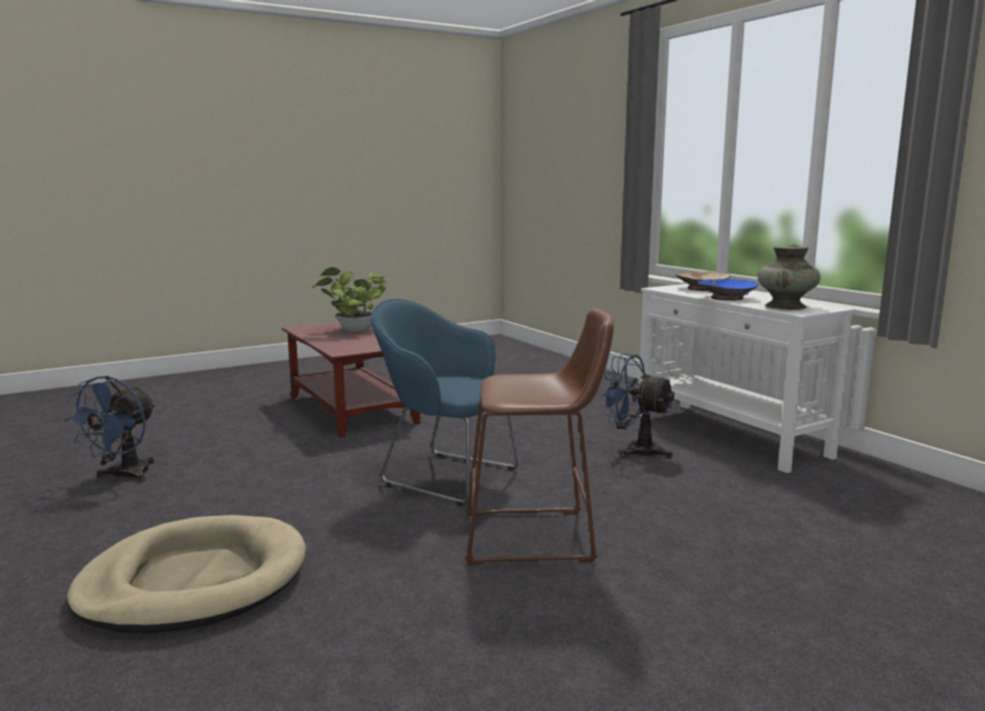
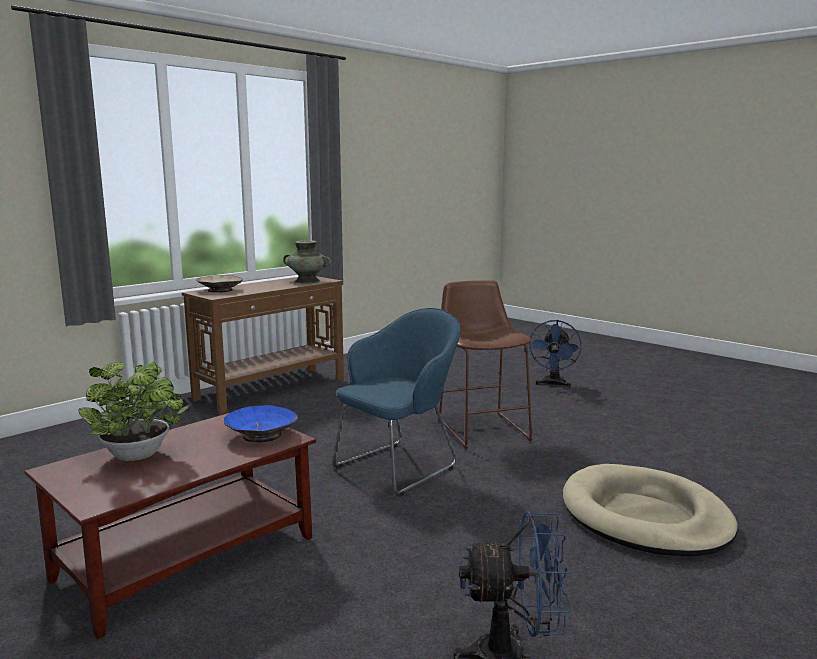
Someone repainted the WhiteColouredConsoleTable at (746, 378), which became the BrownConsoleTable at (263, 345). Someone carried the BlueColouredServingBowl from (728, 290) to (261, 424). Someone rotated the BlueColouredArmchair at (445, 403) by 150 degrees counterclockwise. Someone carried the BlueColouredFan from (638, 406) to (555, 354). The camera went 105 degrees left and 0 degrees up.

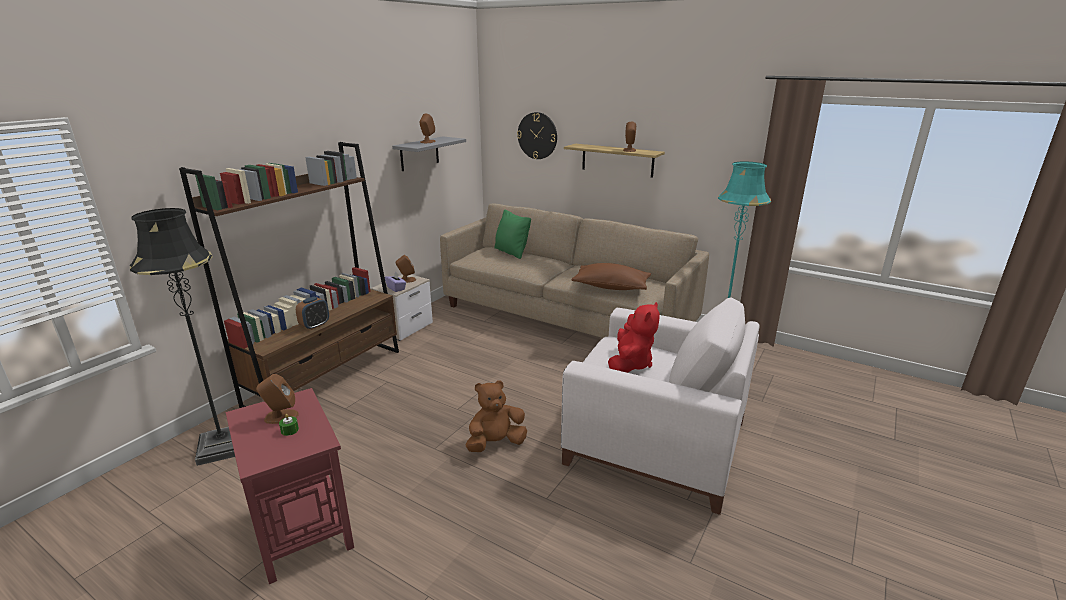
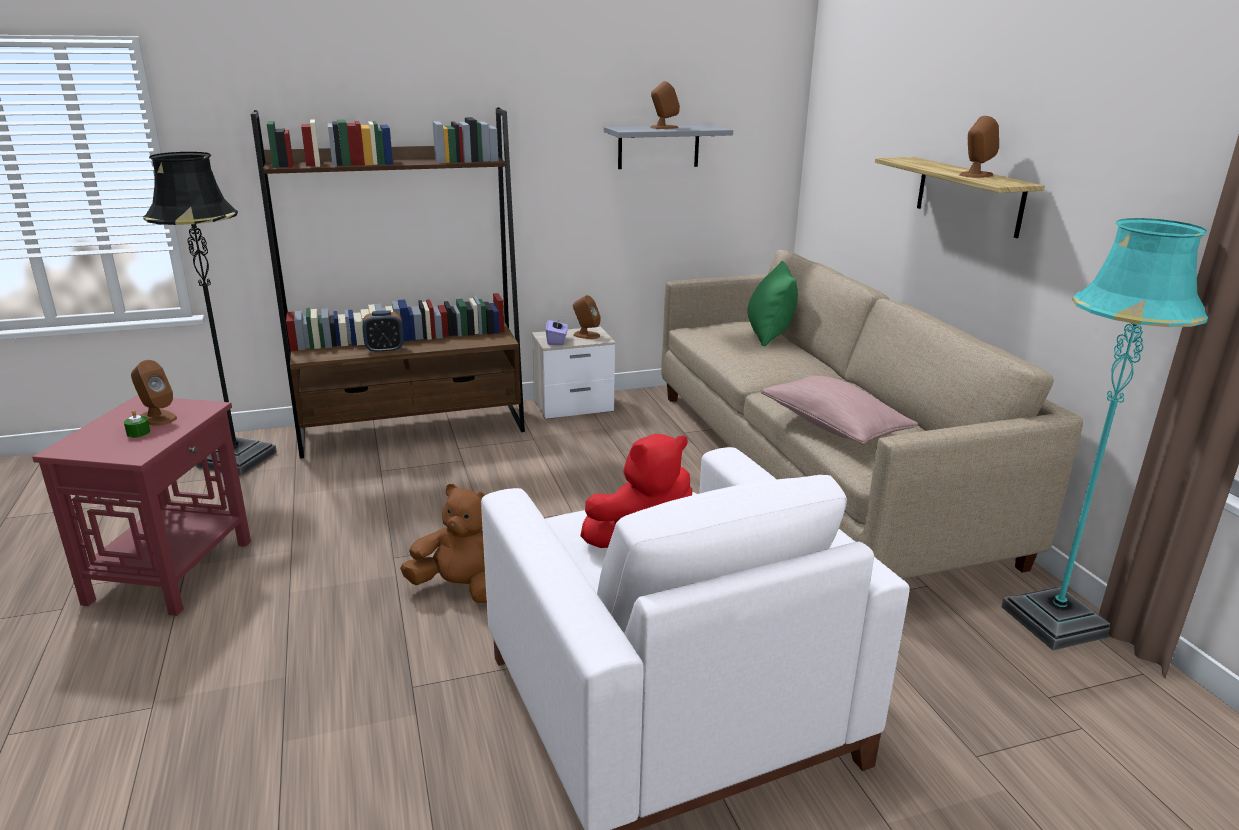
Someone repainted the BrownCushion at (611, 276), which became the PinkishCushion at (839, 410). Someone took away the WallClock at (537, 135). The camera went 40 degrees right and 0 degrees up.

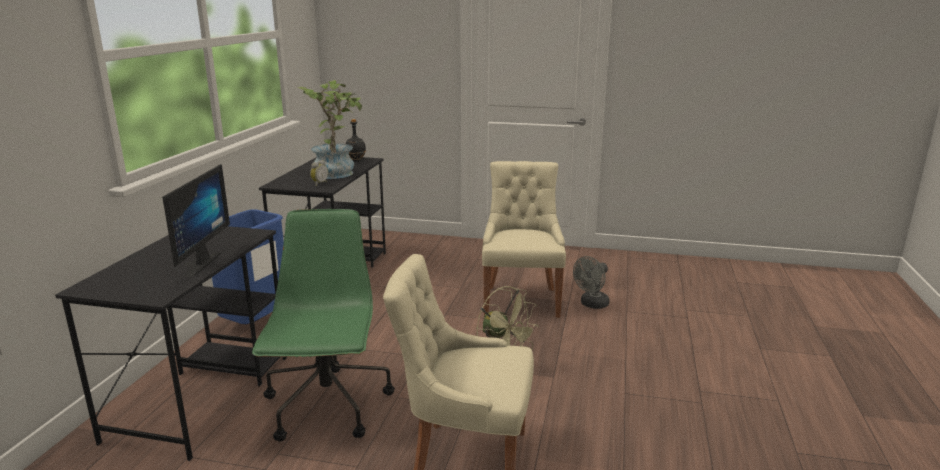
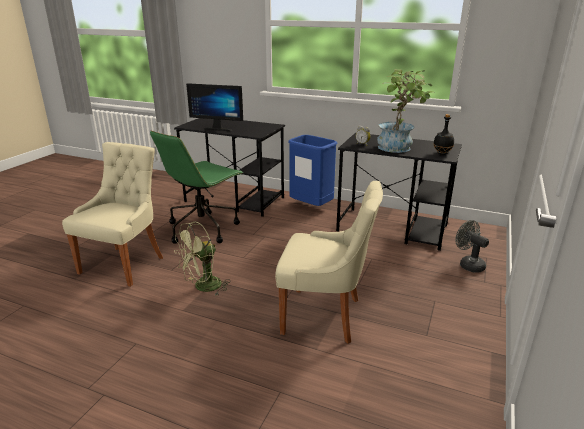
Someone rotated the GreenDeskChair at (323, 325) by 120 degrees clockwise. Someone carried the GreyishFan from (591, 282) to (472, 246). The camera went 100 degrees right and 5 degrees up.

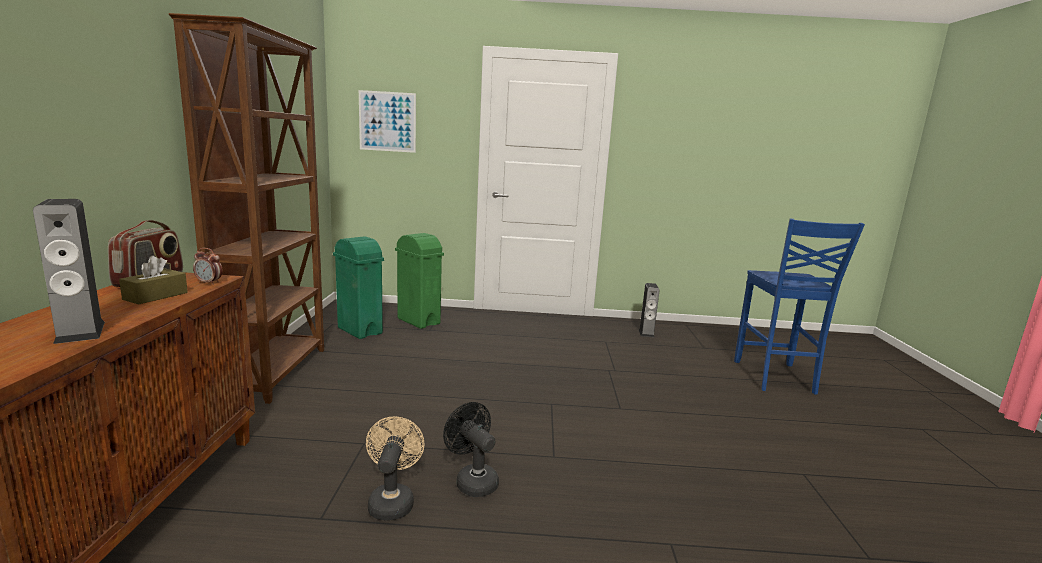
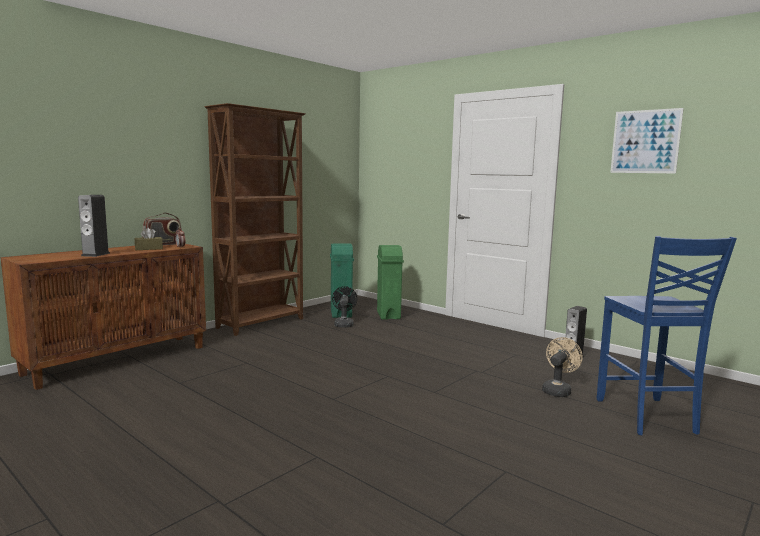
Someone carried the BlackColouredFan from (471, 449) to (344, 307). Someone carried the SandColouredFan from (395, 468) to (562, 367). Someone rotated the BlueColouredUprightChair at (799, 307) by 45 degrees counterclockwise. Someone carried the WallArt from (387, 121) to (647, 140). The camera went 40 degrees right and 5 degrees down.

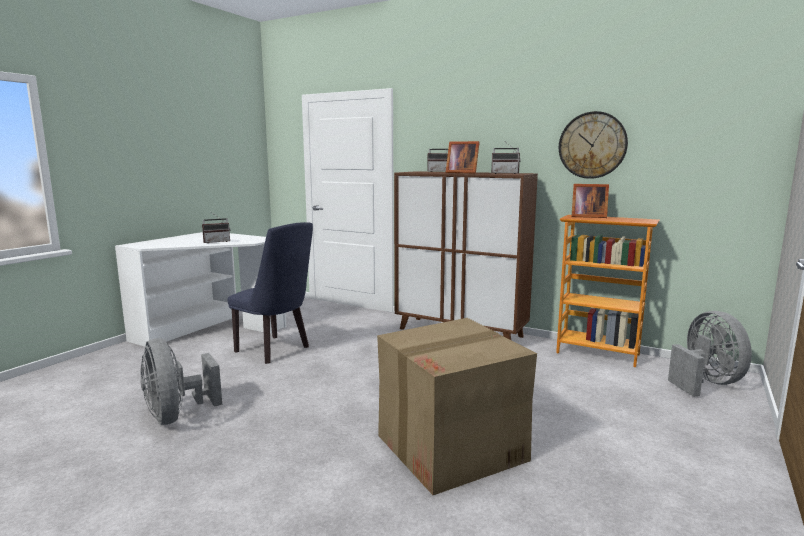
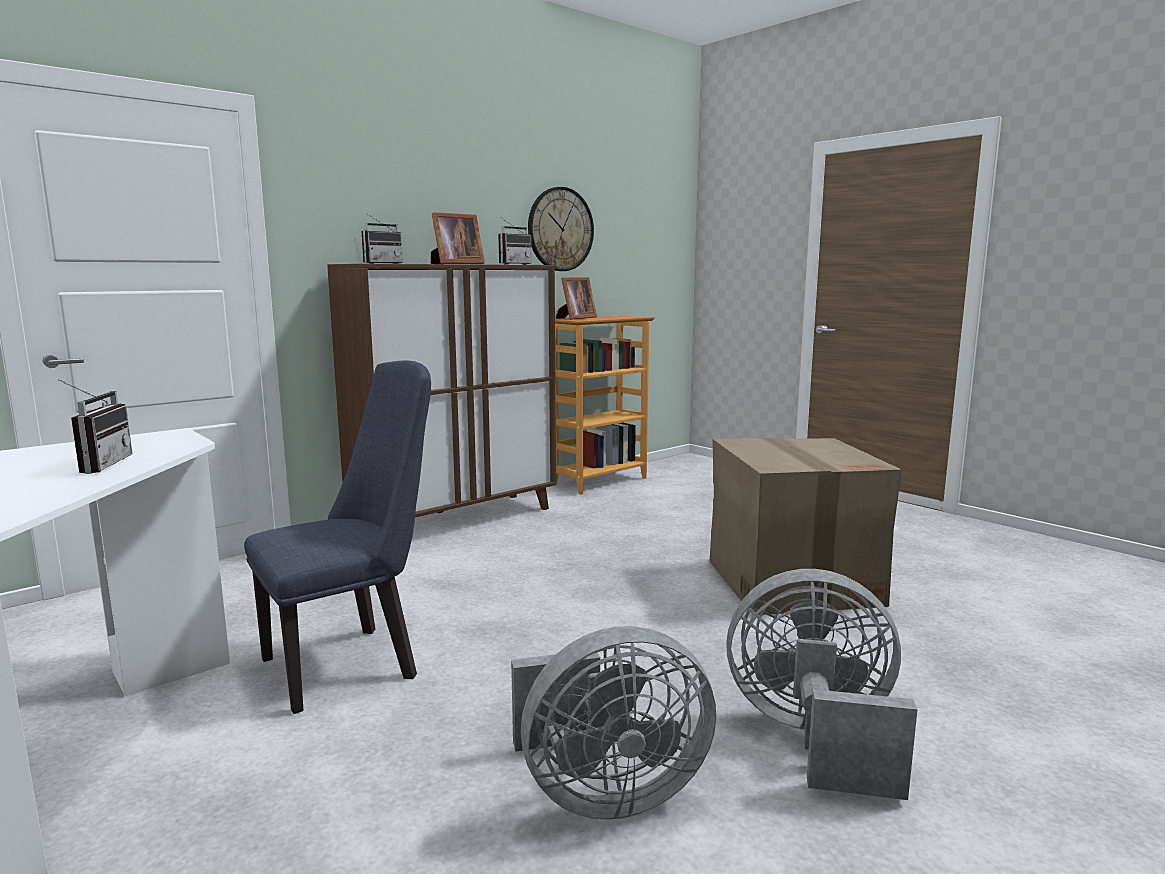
Someone carried the GreyishFan from (710, 354) to (822, 684). The camera went 70 degrees left and 0 degrees up.

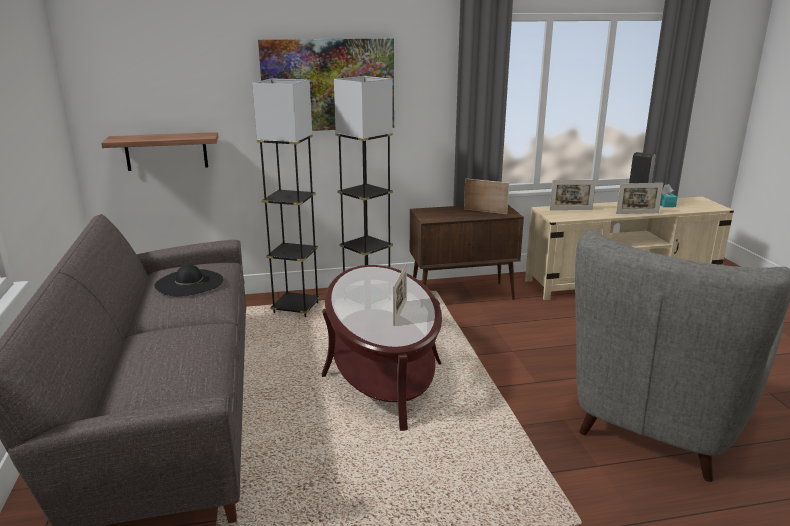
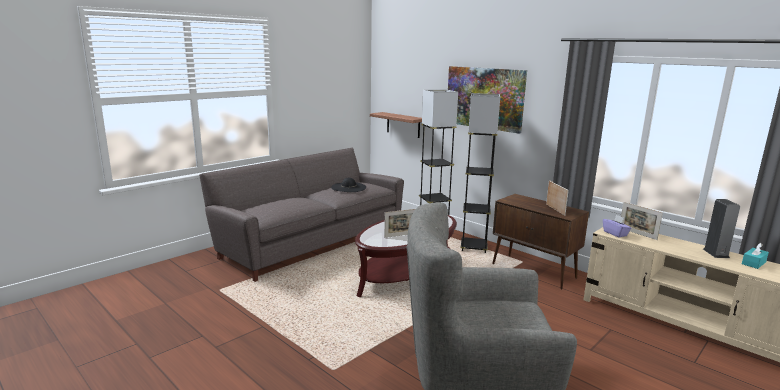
Someone put down the PurplishTissueHolder at (617, 226). Someone took away the PhotoFrame at (639, 198). The camera went 55 degrees right and 5 degrees down.

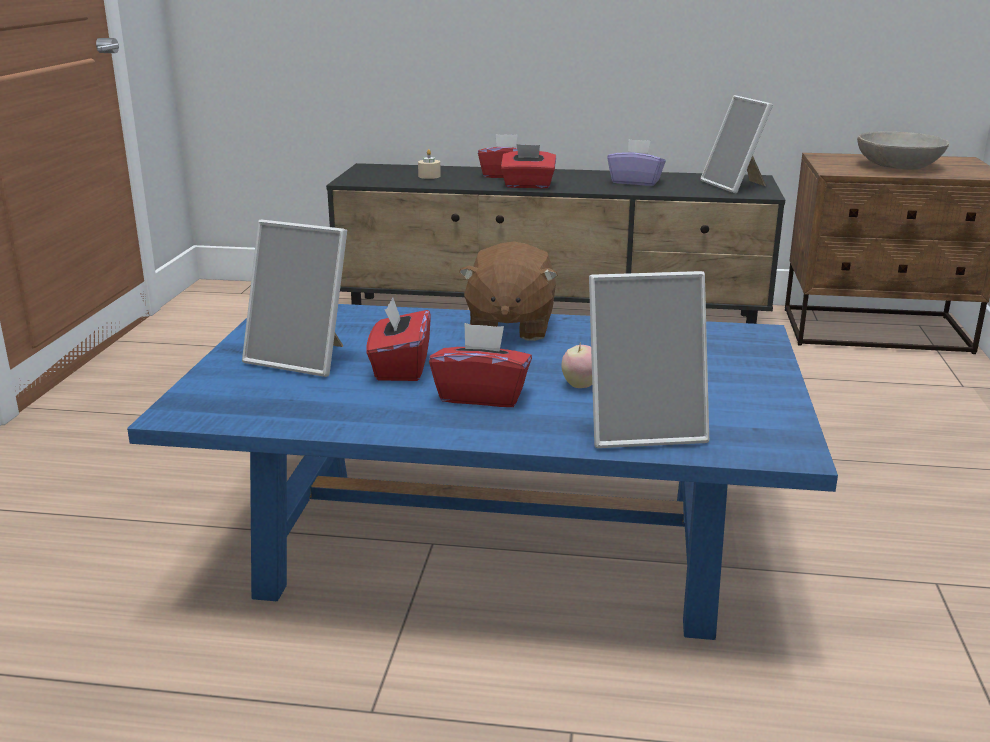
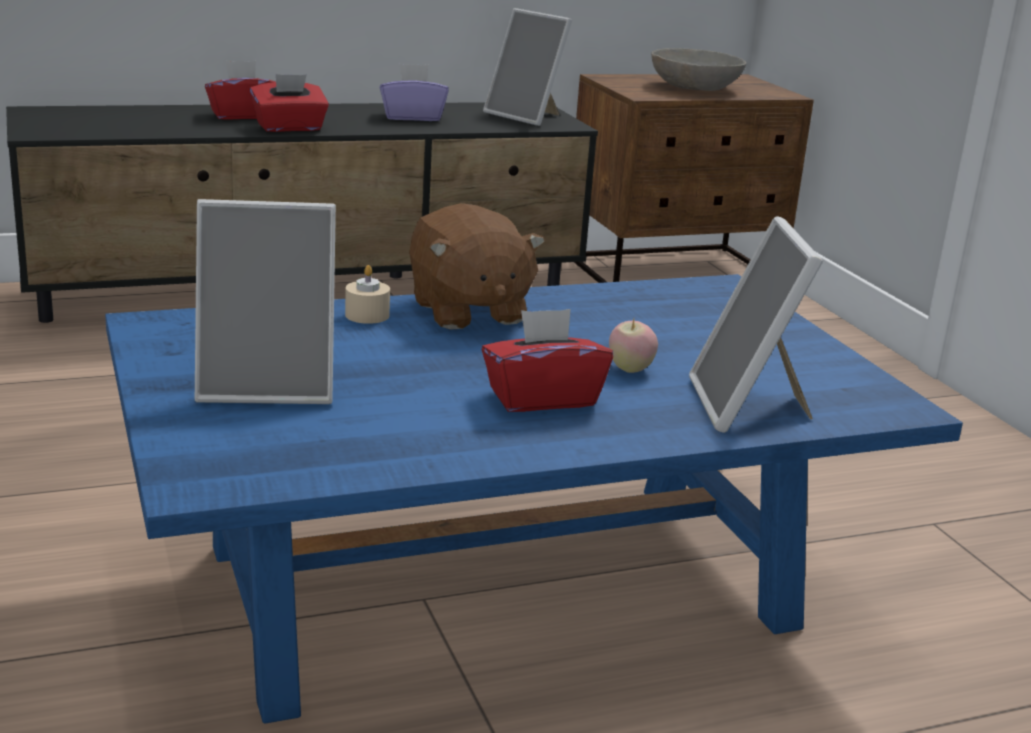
Someone carried the SandColouredWaxCandle from (429, 164) to (367, 294). Someone rotated the PhotoFrame at (649, 359) by 120 degrees clockwise. Someone took away the RedColouredTissueHolder at (399, 339). The camera went 30 degrees left and 0 degrees up.

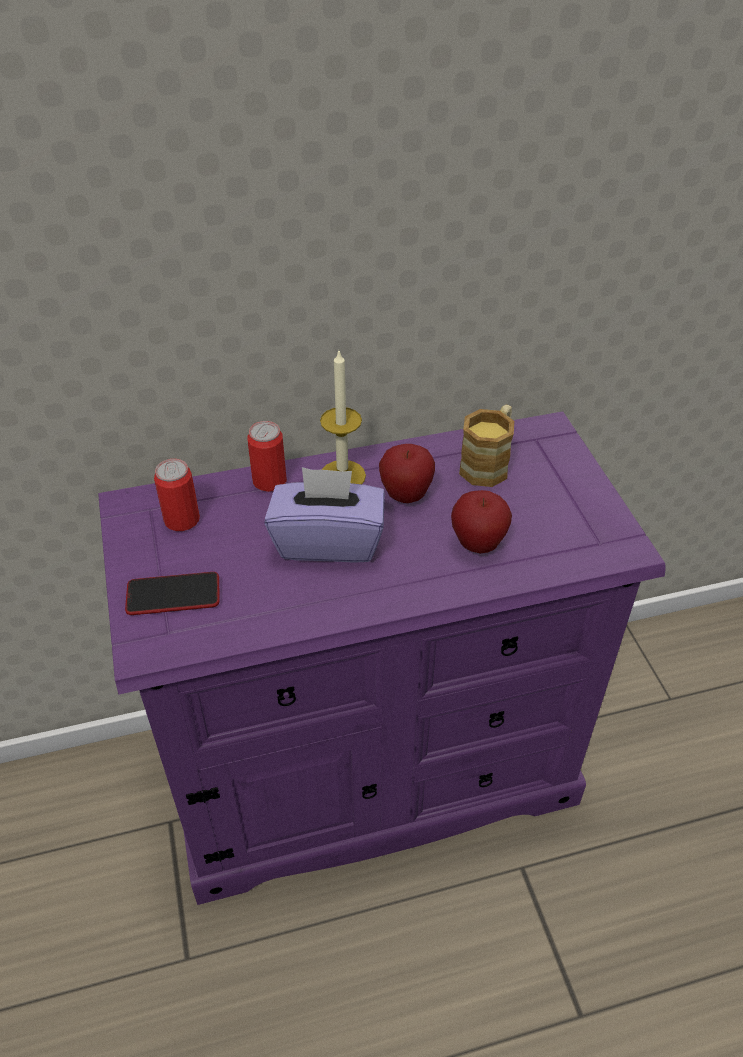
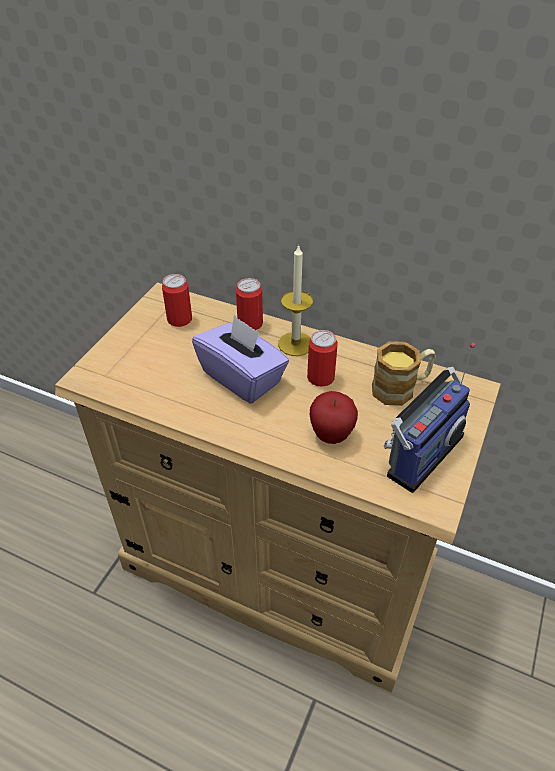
Someone repainted the PurplishDresser at (382, 658), which became the SandColouredDresser at (278, 488). Someone swapped the Apple at (407, 473) for the SealedCan at (322, 358). Someone put down the RadioReceiver at (429, 418). Someone took away the Phone at (172, 593). The camera went 40 degrees right and 0 degrees up.

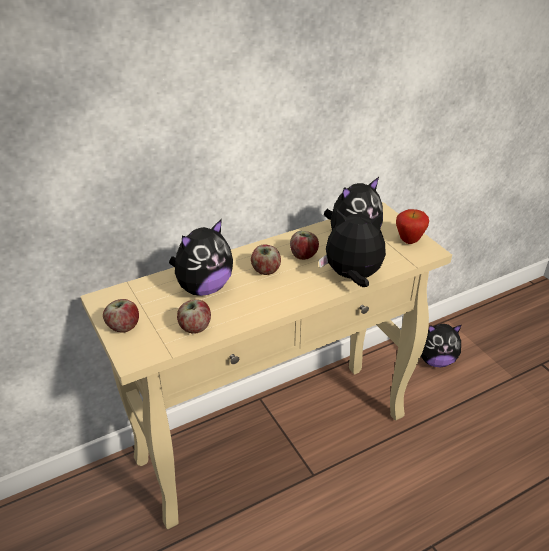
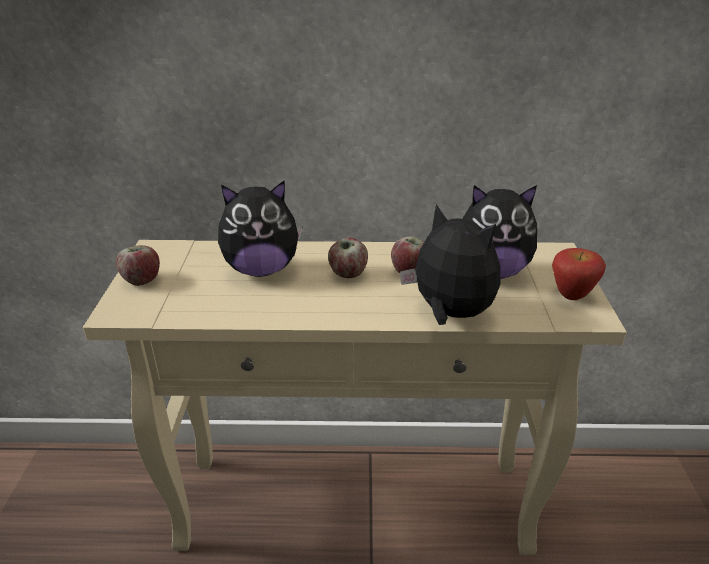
Someone took away the Apple at (194, 317). Someone took away the SoftToy at (441, 345). The camera went 30 degrees right and 5 degrees down.

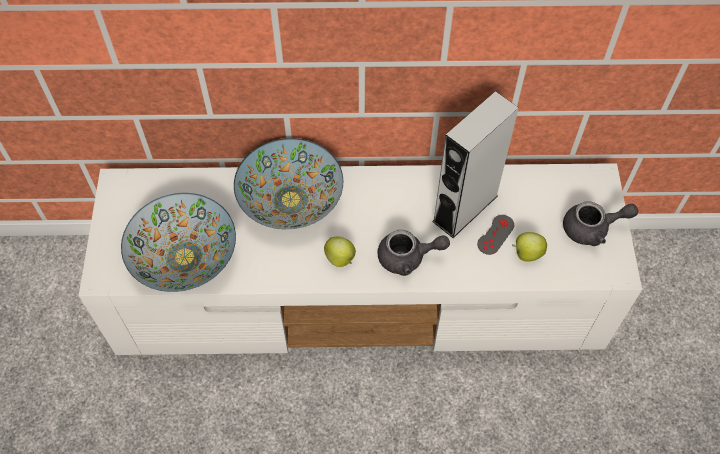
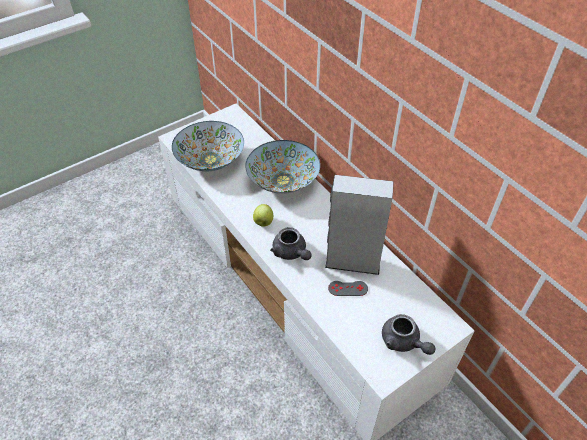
Someone took away the Apple at (529, 247). The camera went 55 degrees right and 10 degrees down.

